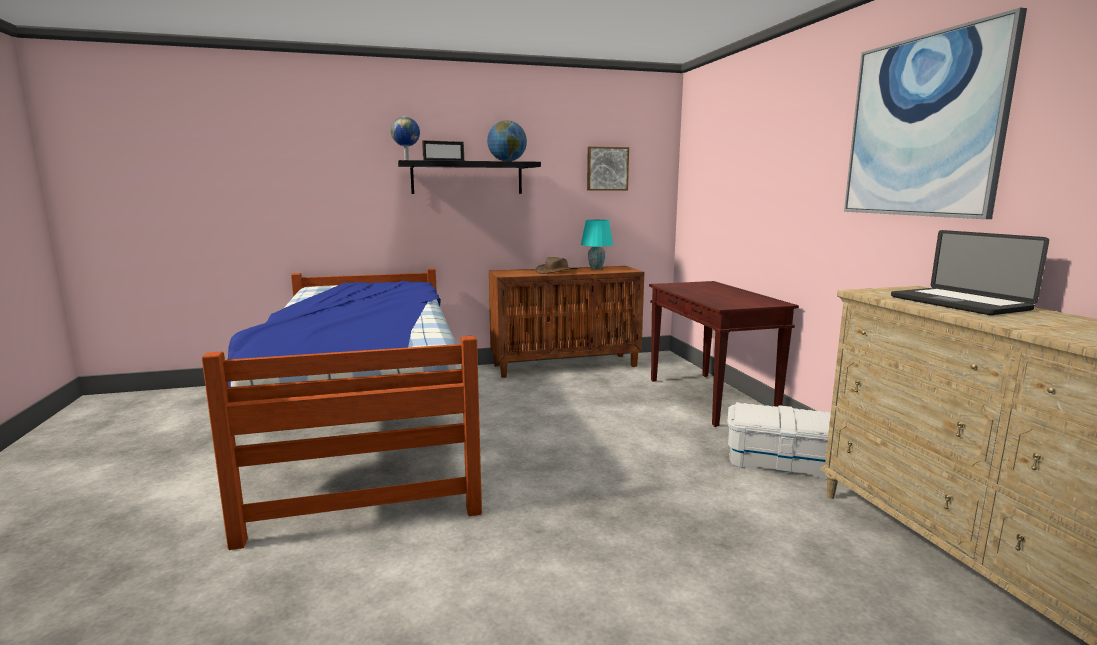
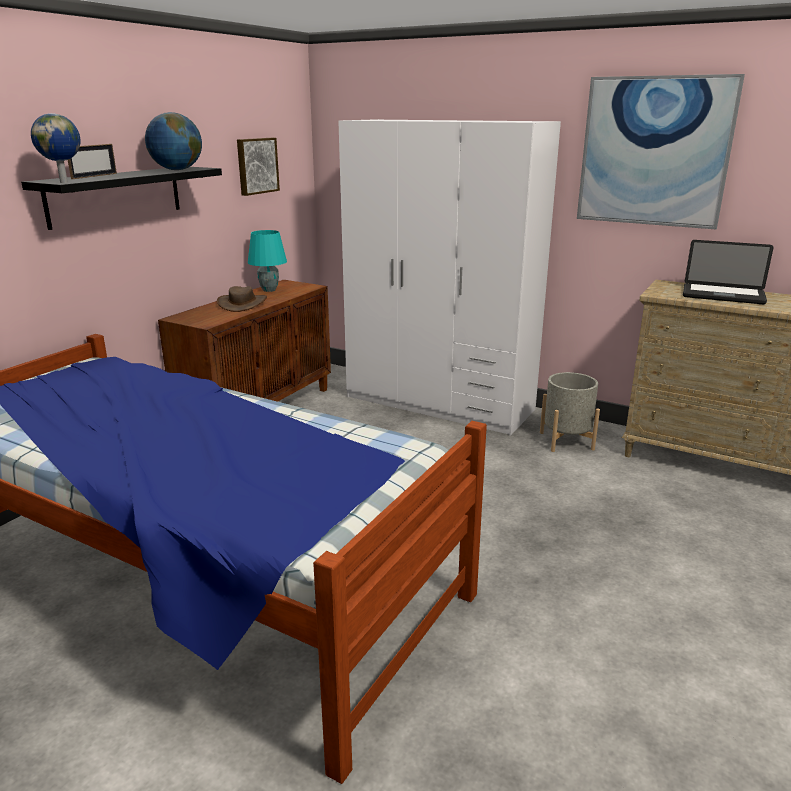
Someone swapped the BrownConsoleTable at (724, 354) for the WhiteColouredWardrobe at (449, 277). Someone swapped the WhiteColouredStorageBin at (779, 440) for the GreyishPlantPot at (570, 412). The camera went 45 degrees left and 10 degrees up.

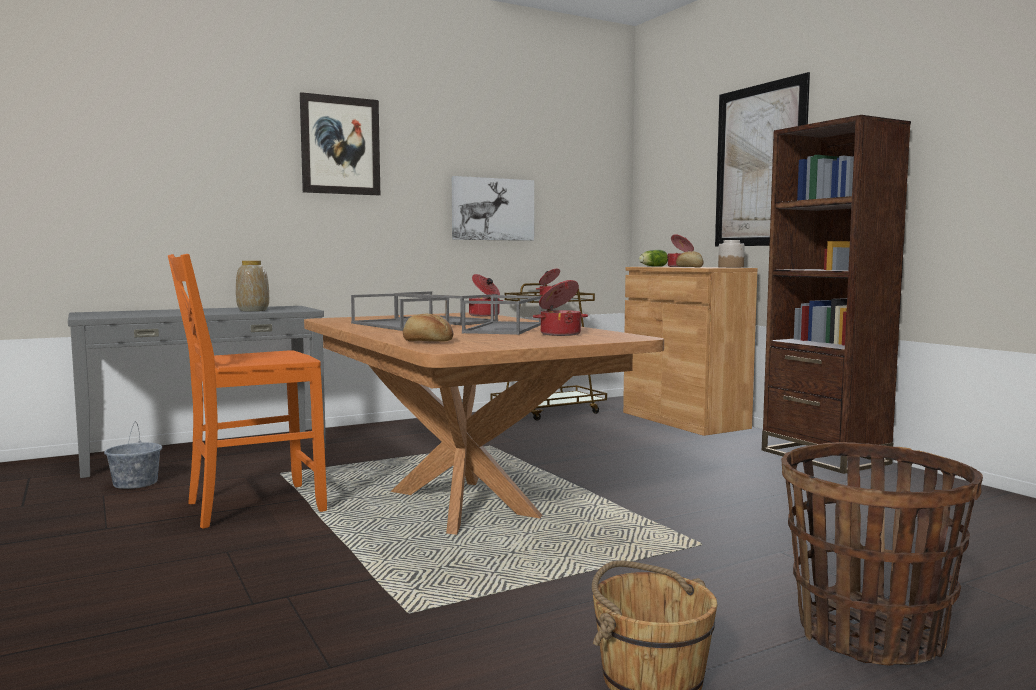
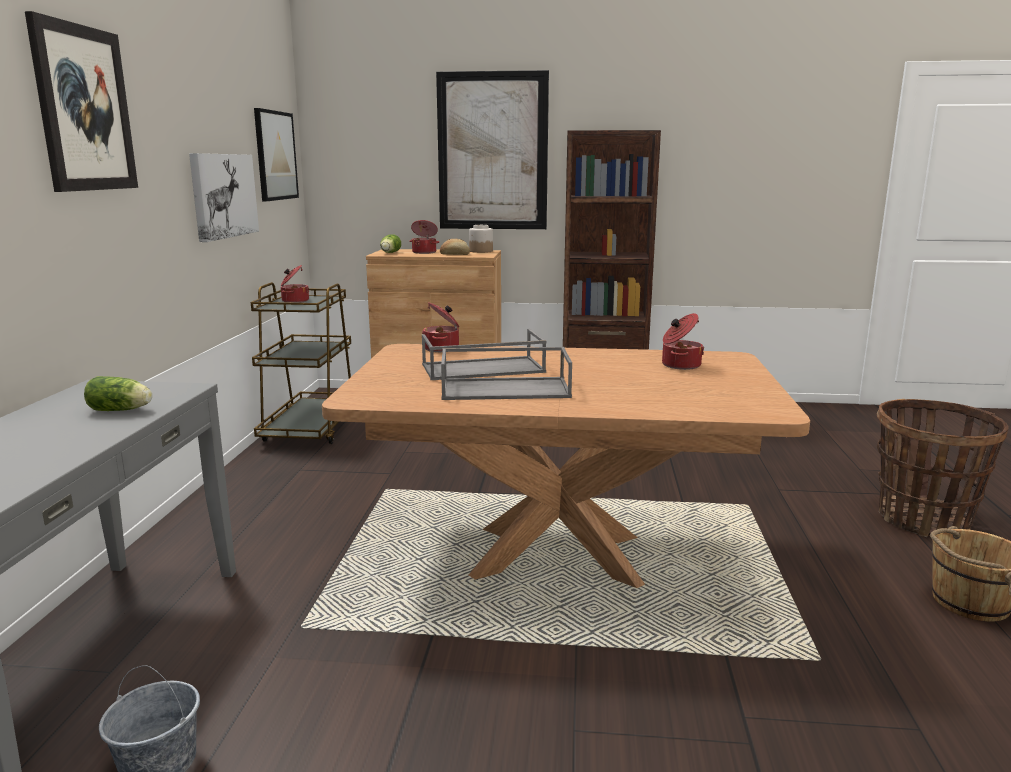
Someone swapped the Vase at (252, 286) for the Lettuce at (118, 393). Someone put up the WallArt at (276, 154). Someone took away the OrangeUprightChair at (247, 391). Someone took away the Bread at (428, 327). Someone took away the GreyishTray at (502, 315). The camera went 55 degrees left and 10 degrees up.

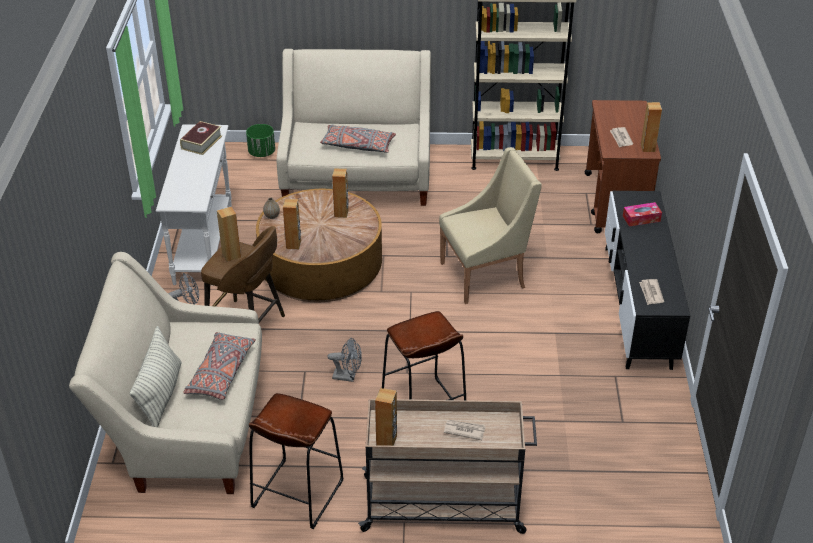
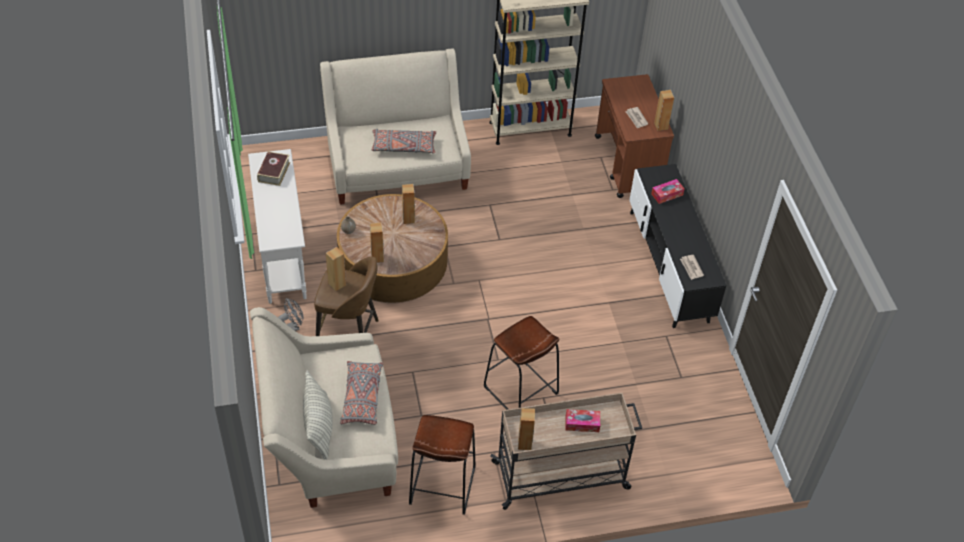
Someone swapped the DailyPaper at (465, 430) for the TissueHolder at (582, 420). Someone took away the GreenPlantPot at (260, 140). Someone took away the GreyishFan at (344, 360). Someone took away the SandColouredArmchair at (490, 225). The camera went 15 degrees left and 10 degrees up.

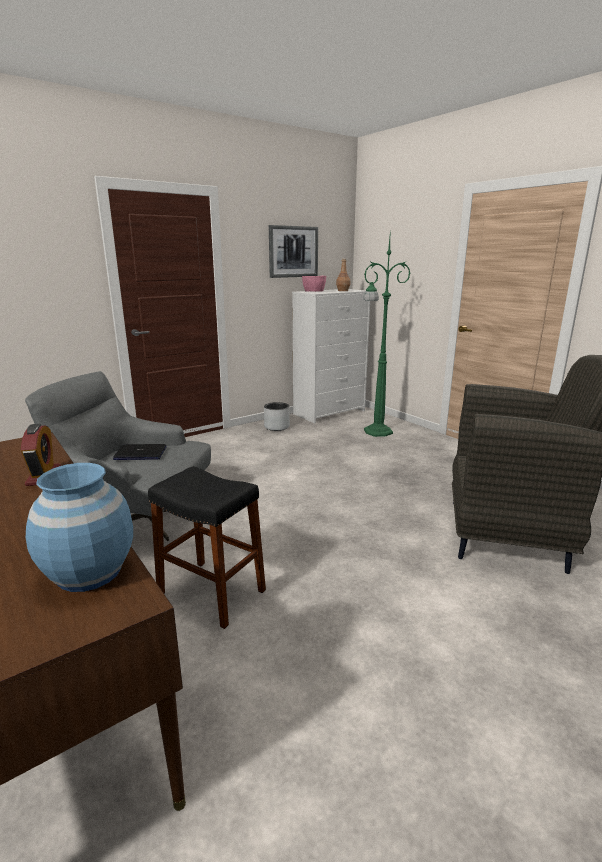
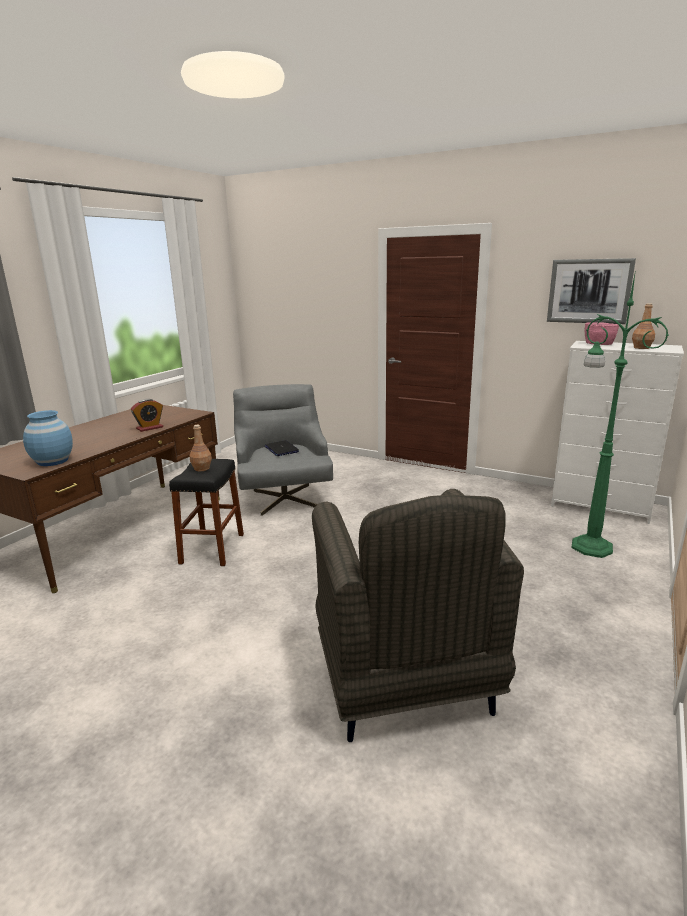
Someone put down the BrownDrinkBottle at (201, 448). Someone took away the GreyishPlantPot at (277, 416). The camera went 65 degrees right and 0 degrees up.

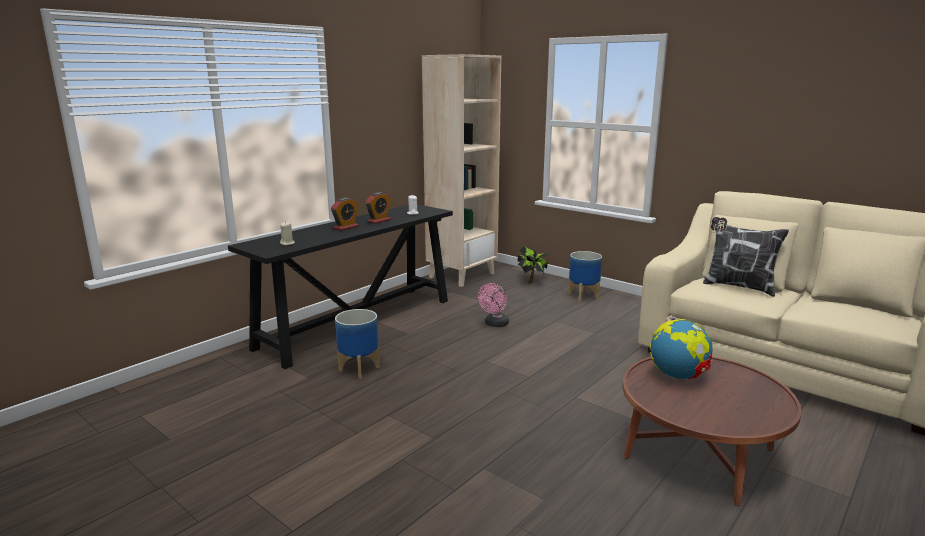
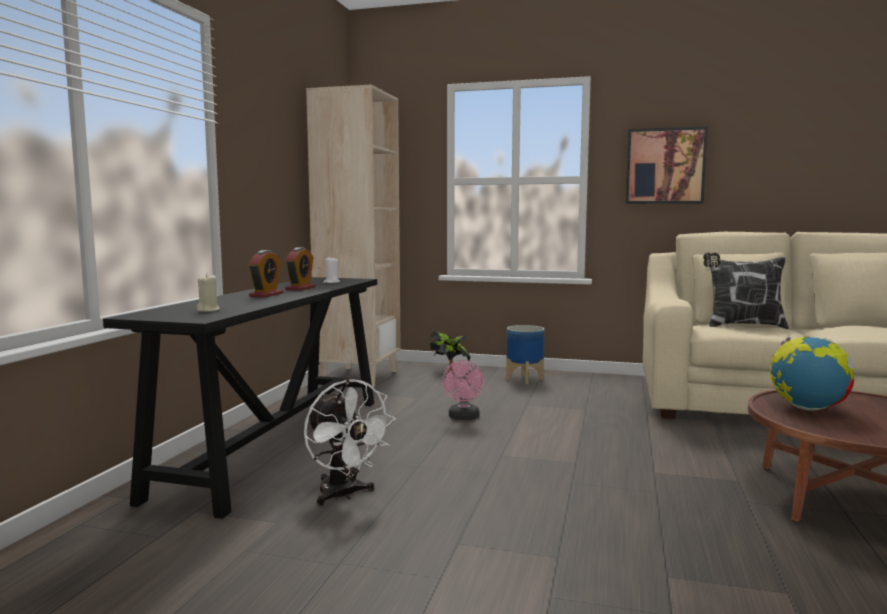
Someone swapped the PlantPot at (357, 344) for the WhiteColouredFan at (350, 442). Someone put up the WallArt at (667, 165). The camera went 25 degrees left and 10 degrees down.

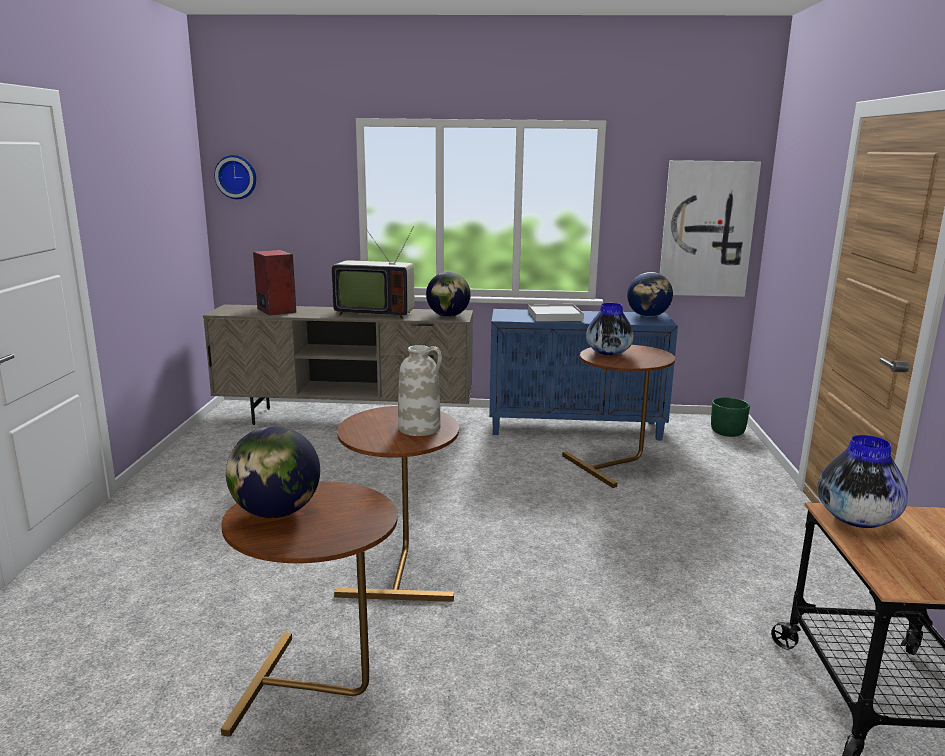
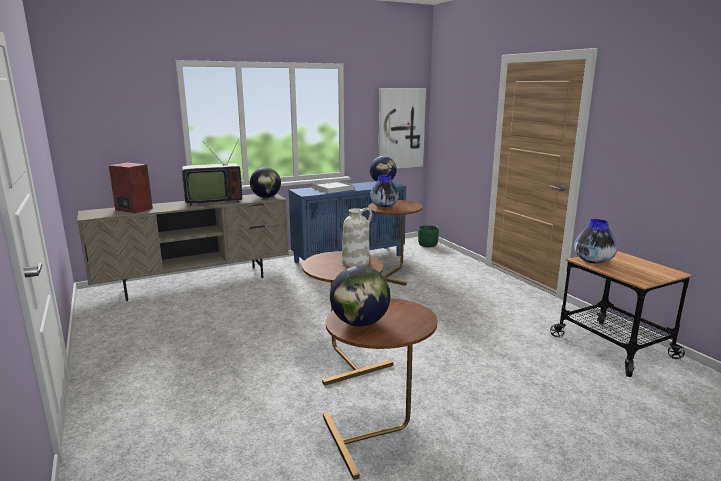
Someone took away the WallClock at (235, 177). The camera went 30 degrees left and 0 degrees up.

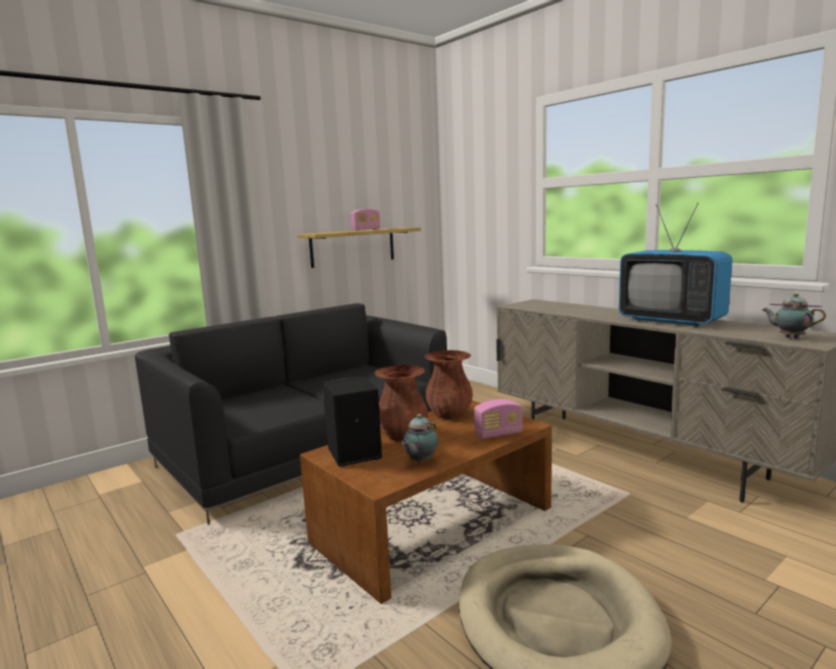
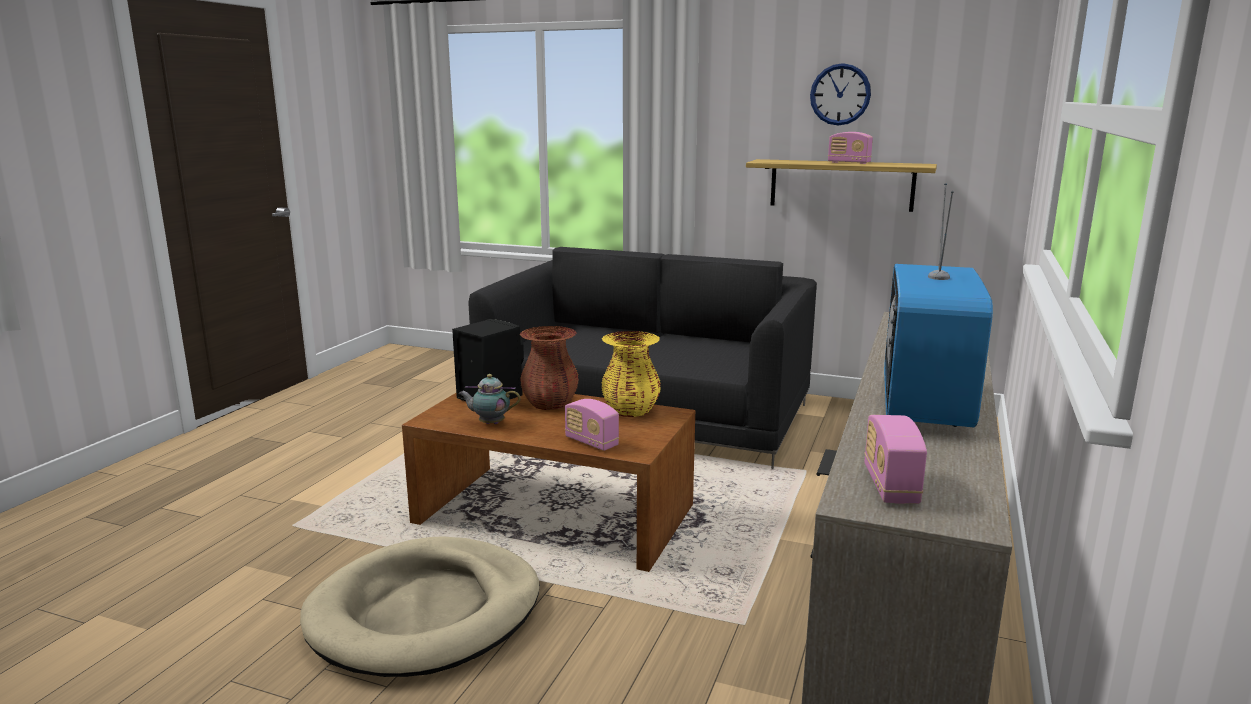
Someone repainted the BrownVase at (449, 384), which became the YellowVase at (631, 374). Someone put up the WallClock at (840, 94). Someone swapped the Teapot at (794, 315) for the RadioReceiver at (895, 459). The camera went 60 degrees right and 5 degrees up.

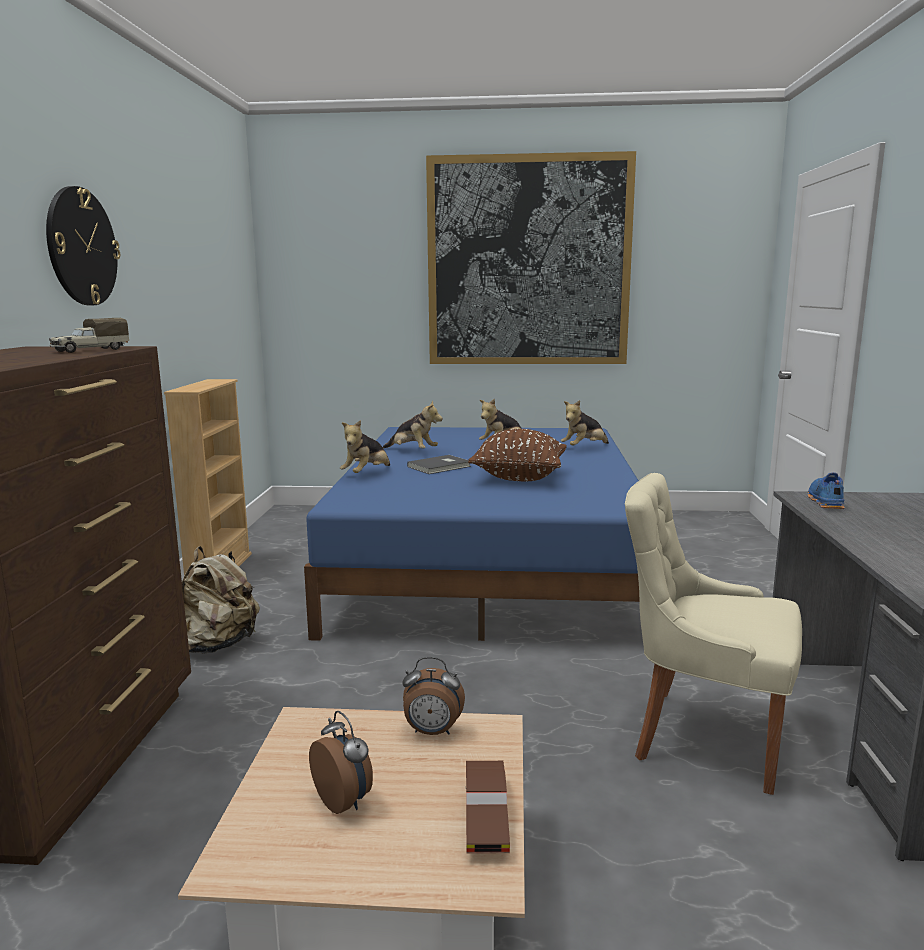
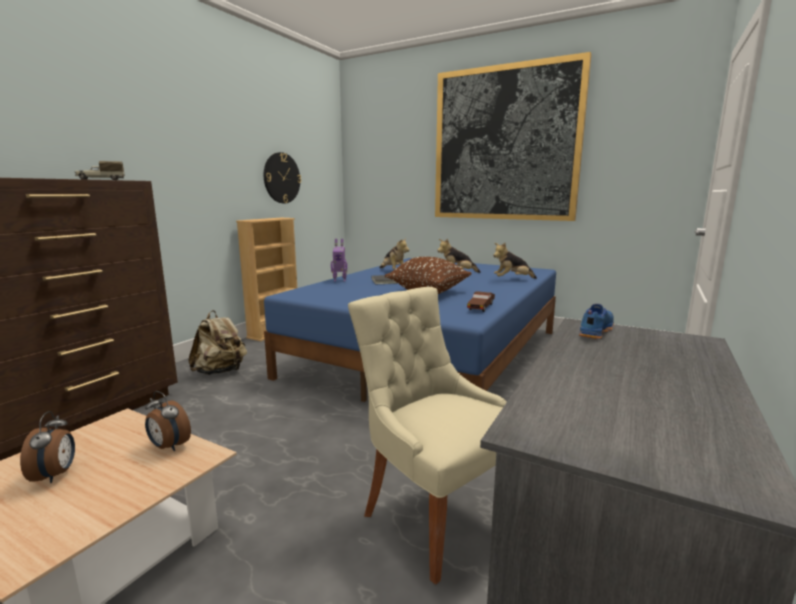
Someone carried the WallClock from (83, 245) to (282, 177). Someone swapped the SoftToy at (365, 446) for the ToyRobot at (339, 260). Someone carried the BrownModelCar from (488, 807) to (481, 301). The camera went 25 degrees right and 0 degrees up.

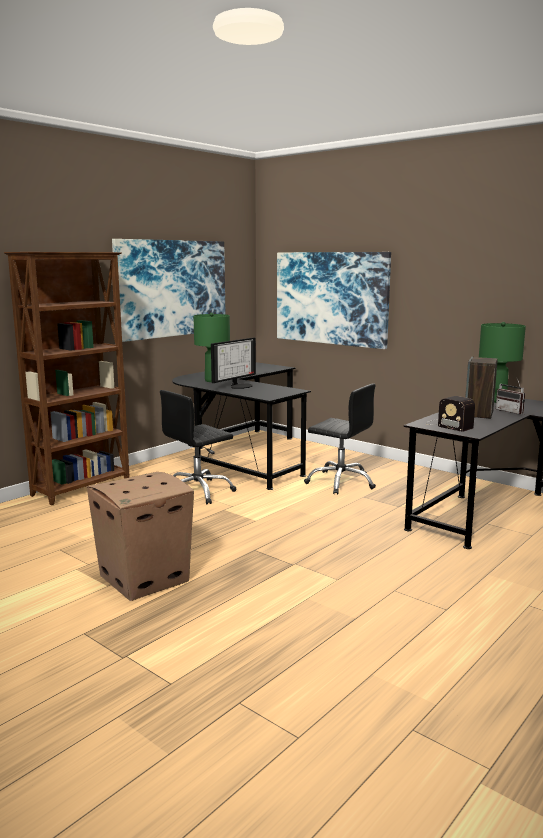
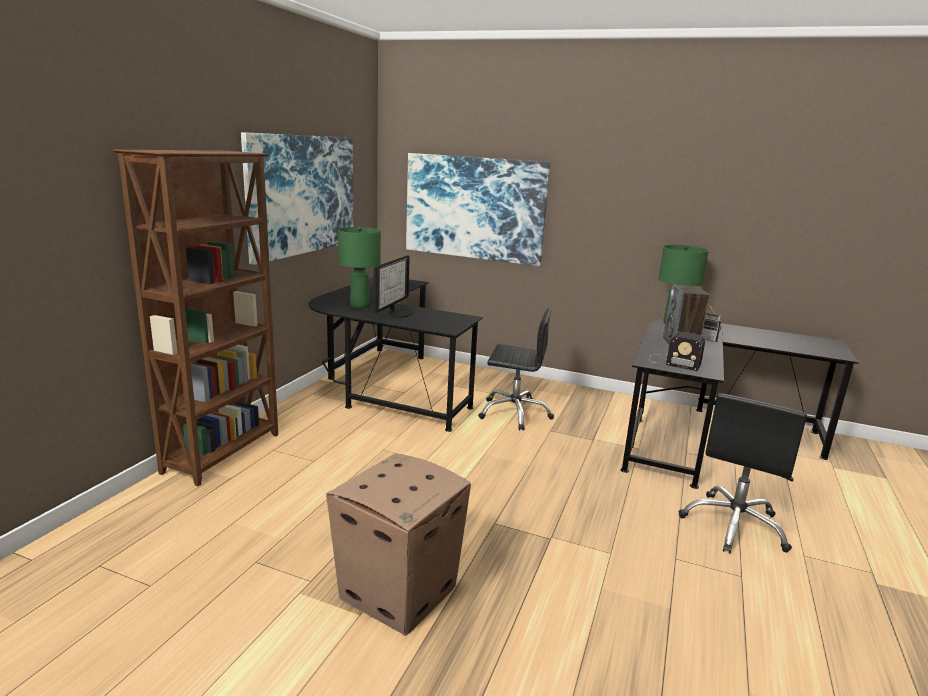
Someone carried the BlackColouredDeskChair from (198, 447) to (742, 473). The camera went 20 degrees left and 5 degrees up.

